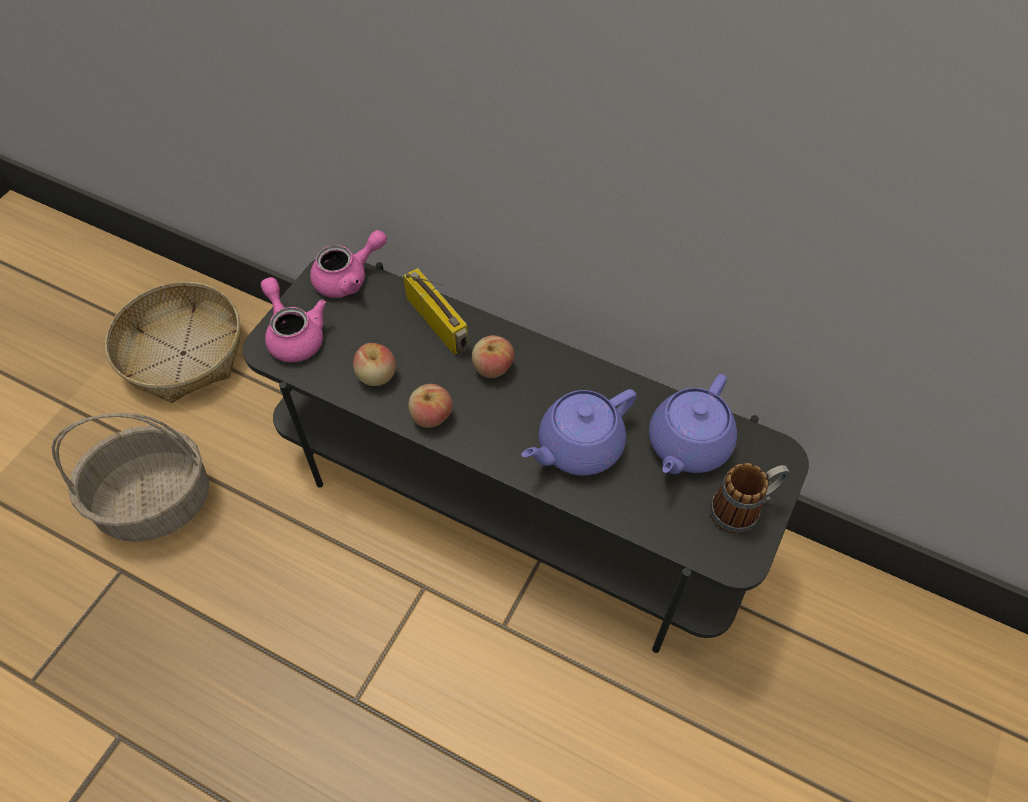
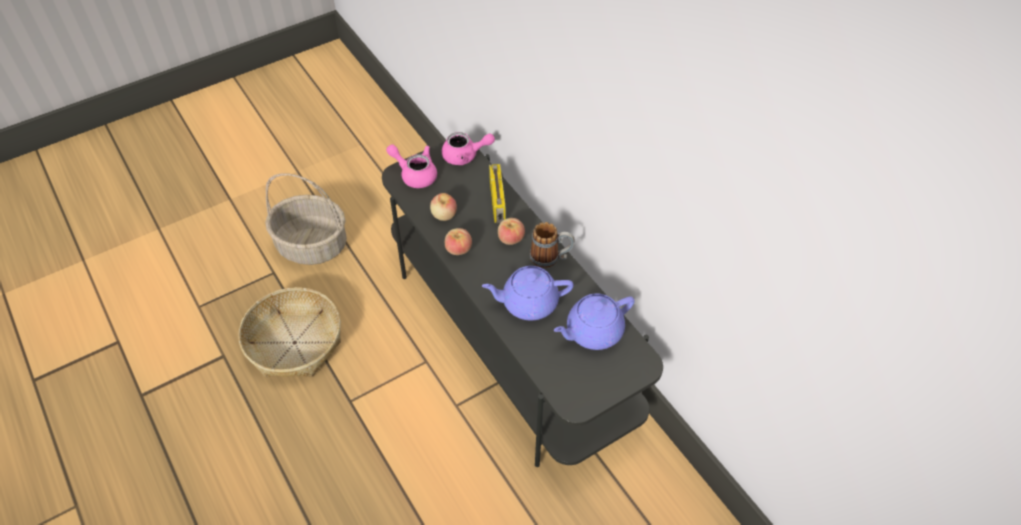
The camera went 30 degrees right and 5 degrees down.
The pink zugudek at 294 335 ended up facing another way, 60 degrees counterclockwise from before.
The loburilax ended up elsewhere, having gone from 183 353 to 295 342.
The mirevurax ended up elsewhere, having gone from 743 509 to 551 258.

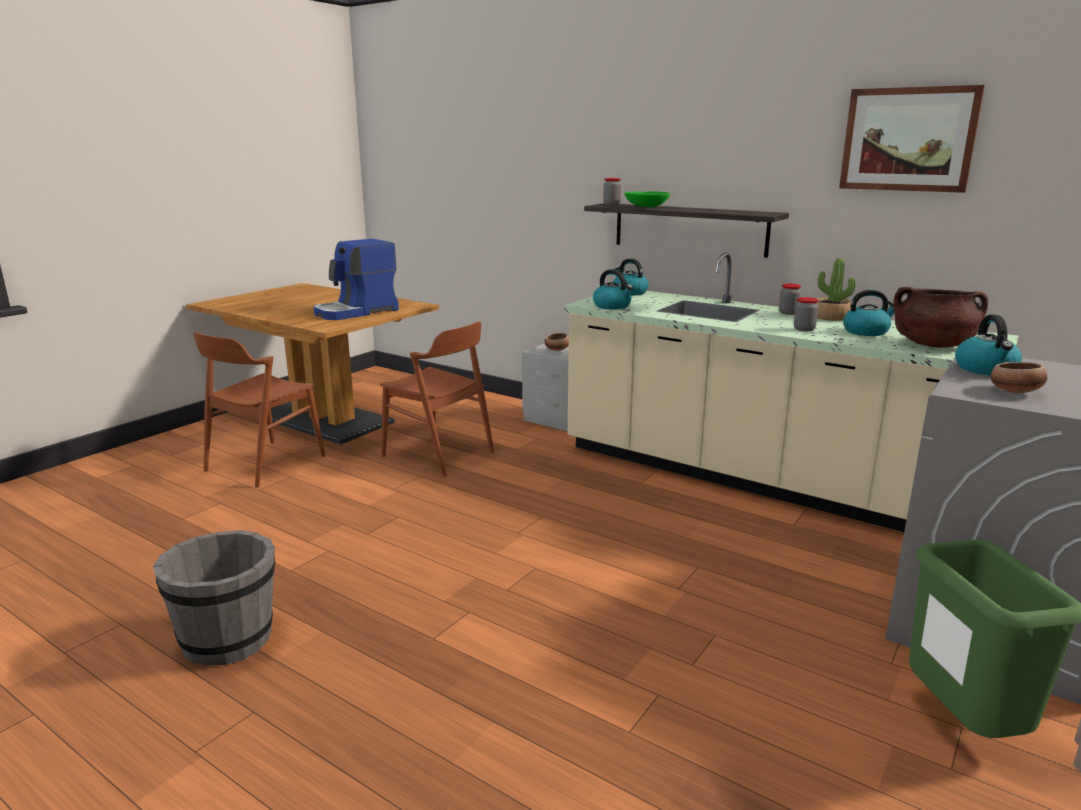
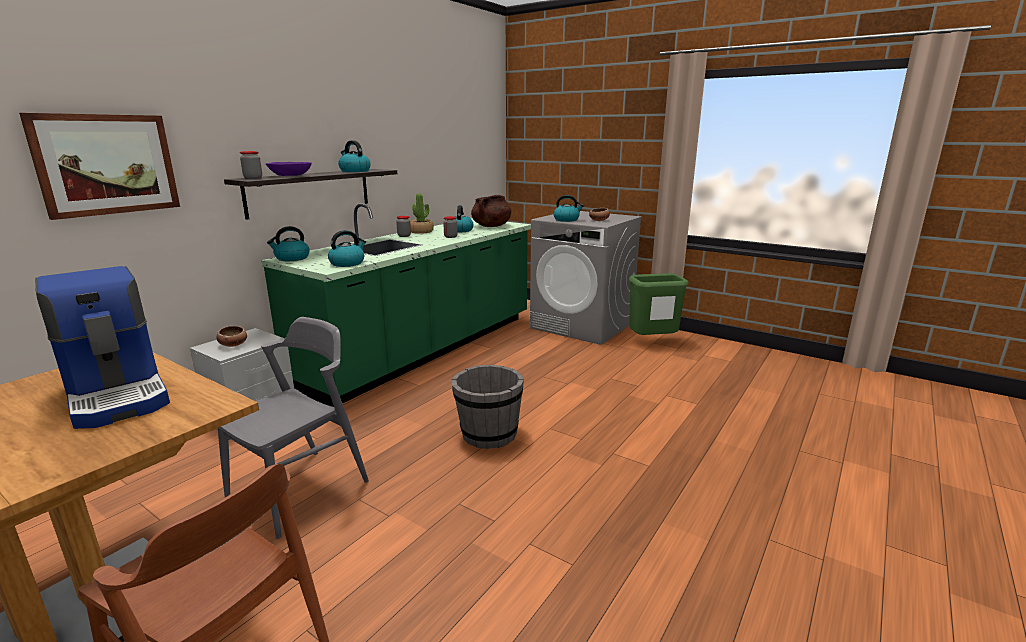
The camera went 90 degrees left and 0 degrees up.
The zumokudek ended up elsewhere, having gone from 908 139 to 107 164.
What was the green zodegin at 646 207 turned into the purple zodegin at 291 176.
What was the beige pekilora at 756 478 turned into the green pekilora at 425 350.
What was the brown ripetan at 438 454 turned into the grey ripetan at 299 490.
The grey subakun ended up elsewhere, having gone from 228 639 to 488 434.
The second view gained the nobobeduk at 354 171.

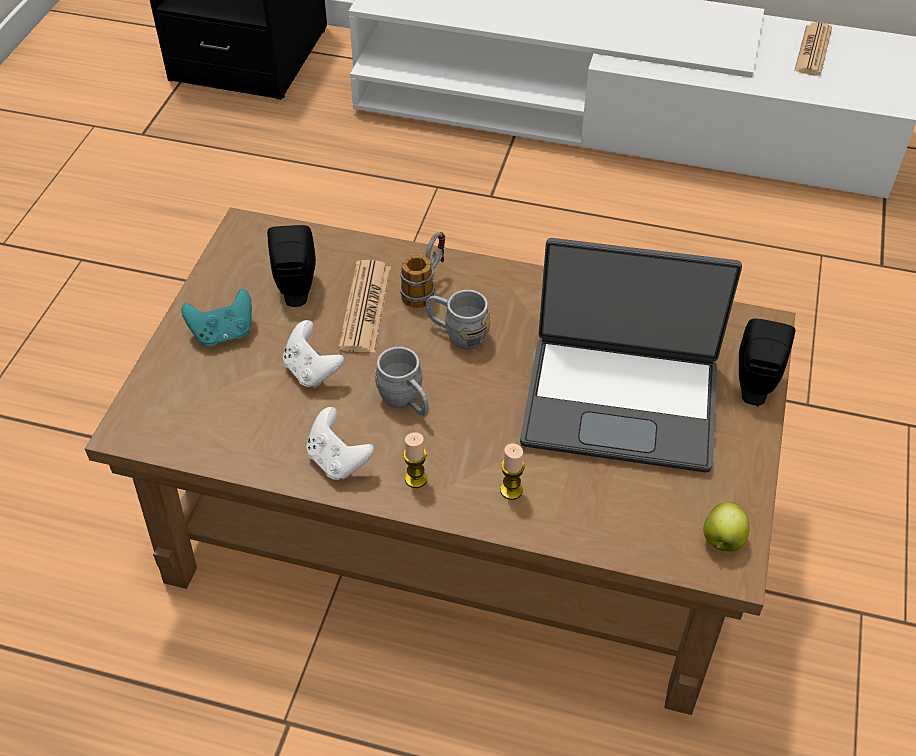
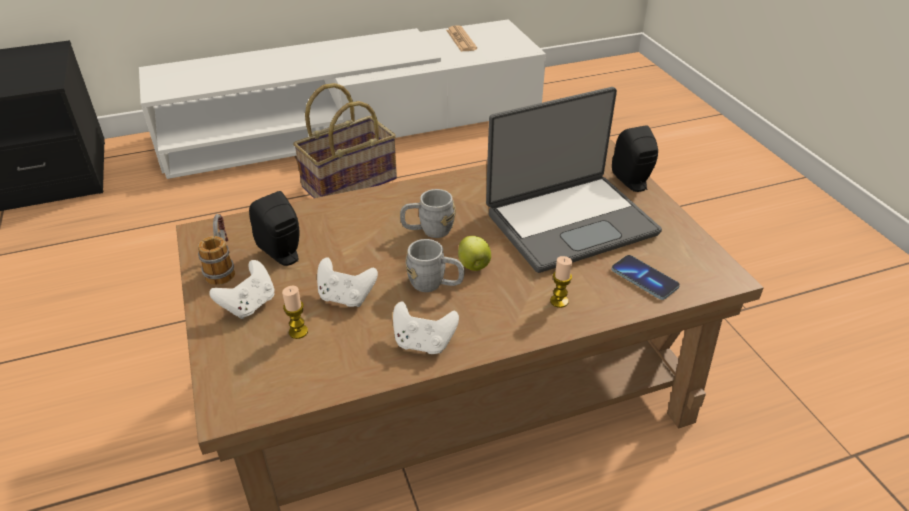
The camera went 35 degrees left and 10 degrees down.
The mirevurax ended up elsewhere, having gone from 426 287 to 223 266.
The second view lost the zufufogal at 365 307.
What was the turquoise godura at 223 333 turned into the white godura at 249 305.
The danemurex ended up elsewhere, having gone from 416 479 to 298 332.
The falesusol ended up elsewhere, having gone from 722 541 to 474 266.
The second view gained the loburilax at 349 182.
The second view gained the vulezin at 644 279.

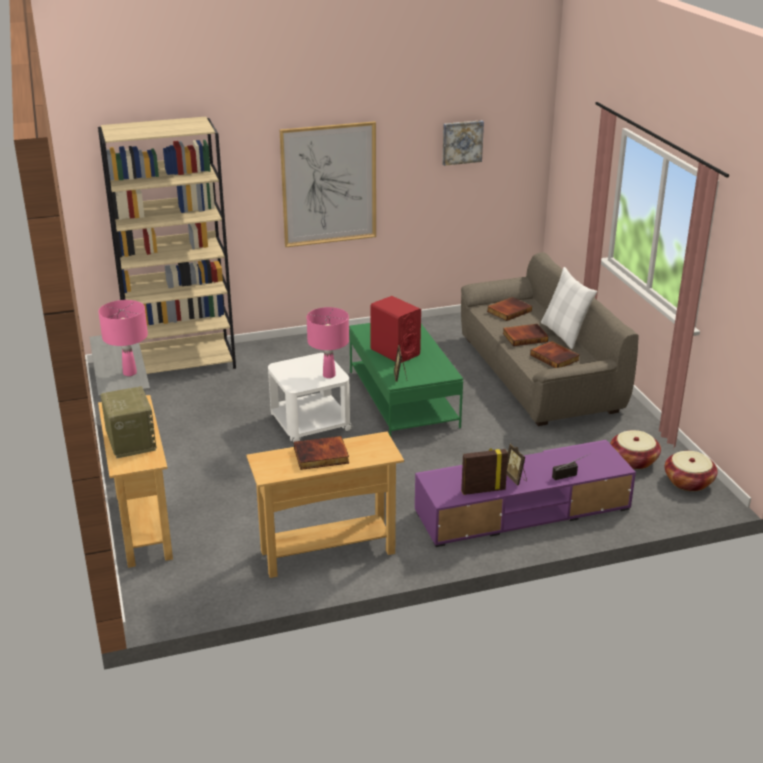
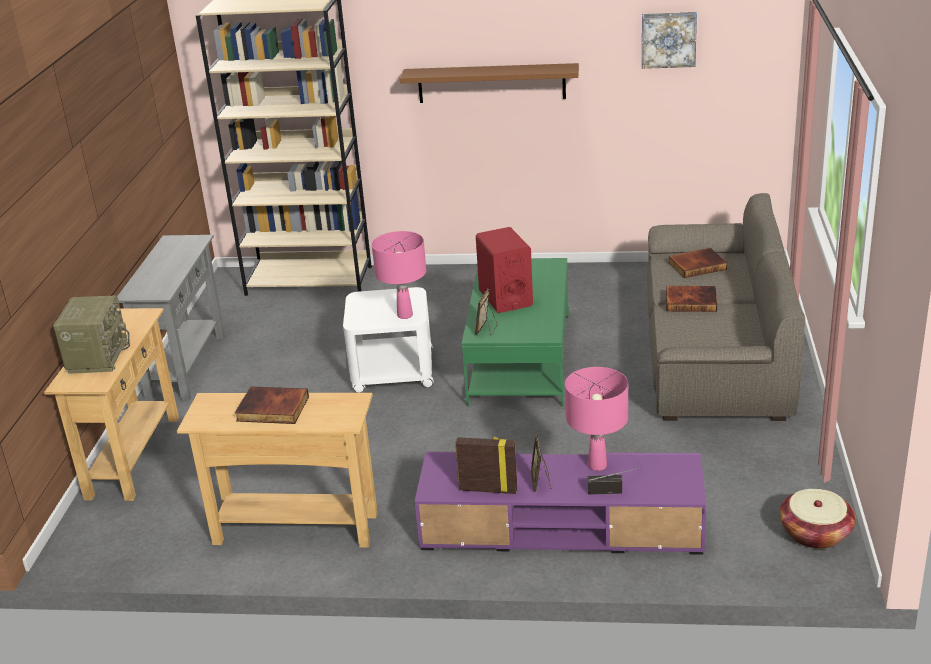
The camera went 25 degrees right and 0 degrees up.
Where the zumokudek hung at 329 184, the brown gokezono came to hang at 491 83.
The second view lost the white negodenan at 564 334.
The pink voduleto ended up elsewhere, having gone from 129 373 to 597 465.
The second view lost the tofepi at 555 357.
The second view lost the loburilax at 633 460.

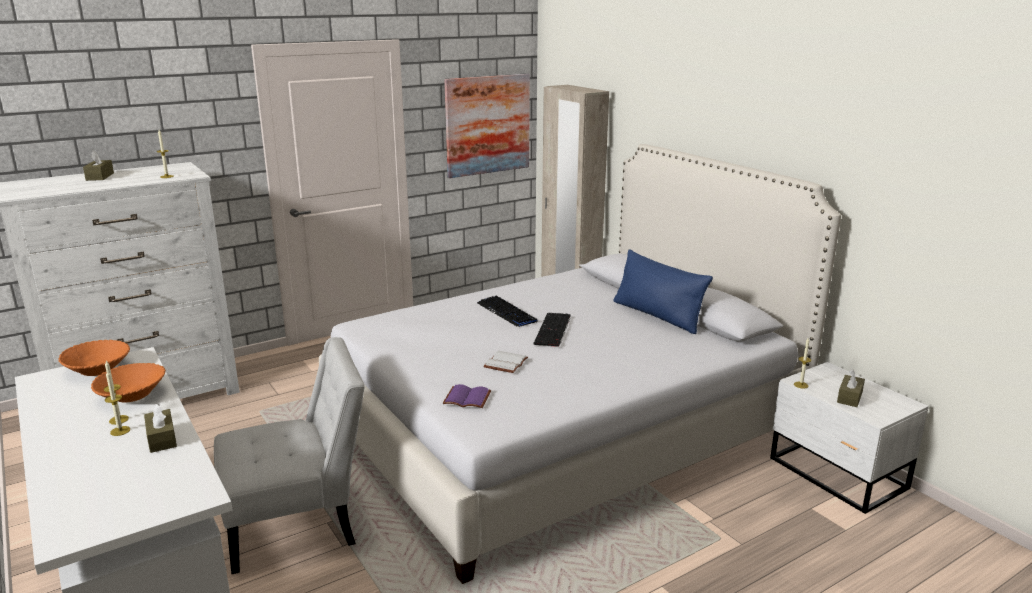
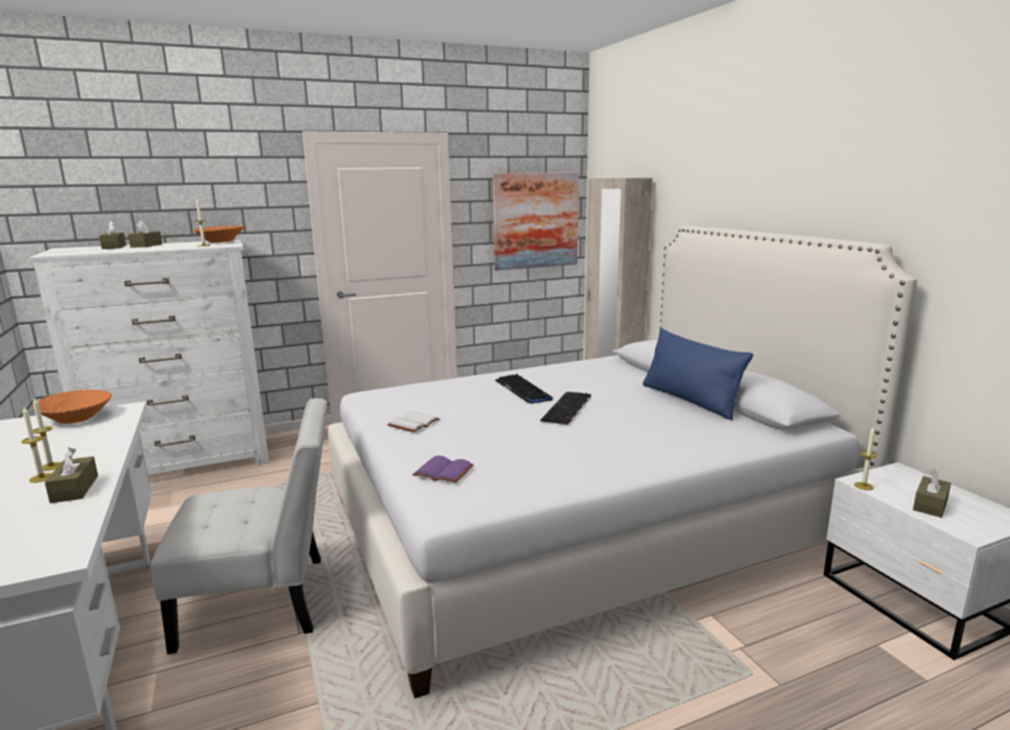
The camera went 10 degrees right and 5 degrees down.
The white tofepi ended up elsewhere, having gone from 505 363 to 413 423.
The orange zodegin ended up elsewhere, having gone from 132 395 to 220 242.
The second view gained the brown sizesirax at 114 247.

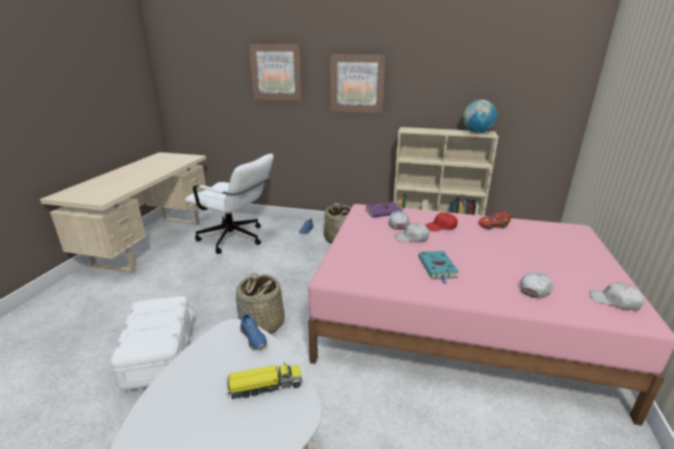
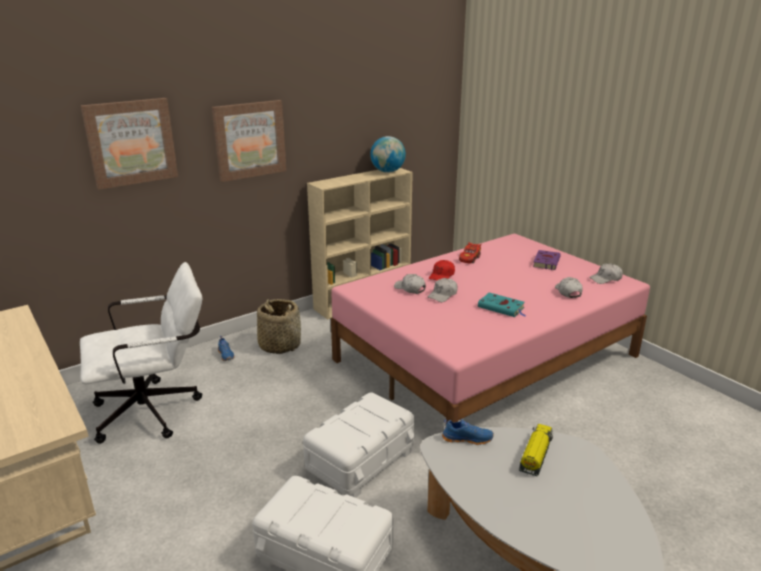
The camera went 50 degrees left and 0 degrees up.
The purple tofepi ended up elsewhere, having gone from 384 212 to 546 262.
Where the loburilax stood at 262 324, the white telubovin came to stand at 361 461.

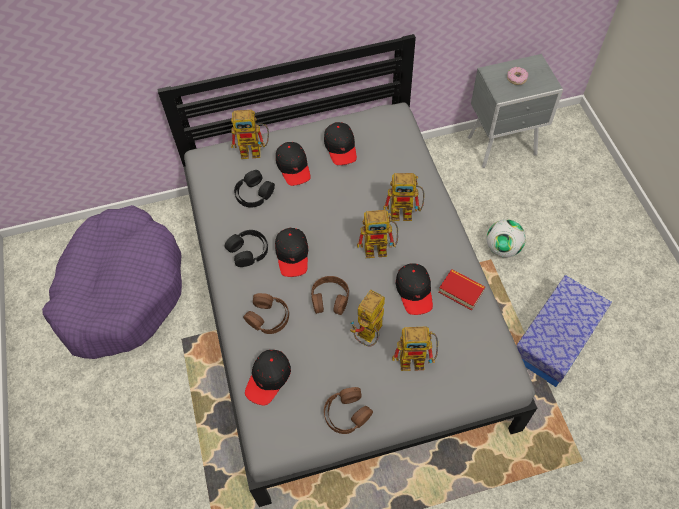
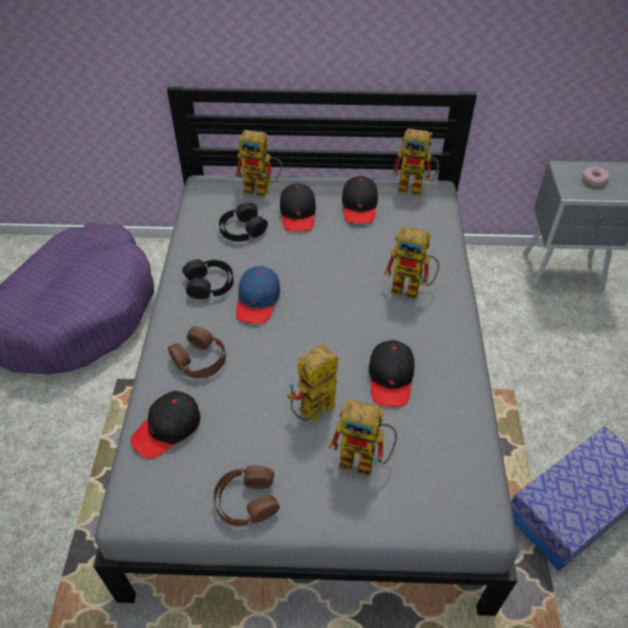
The camera went 15 degrees right and 10 degrees down.
The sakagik ended up elsewhere, having gone from 380 248 to 416 188.
The second view lost the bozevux at 502 248.
What was the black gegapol at 292 255 turned into the blue gegapol at 258 300.
The second view lost the tofepi at 461 291.
The second view lost the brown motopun at 330 298.

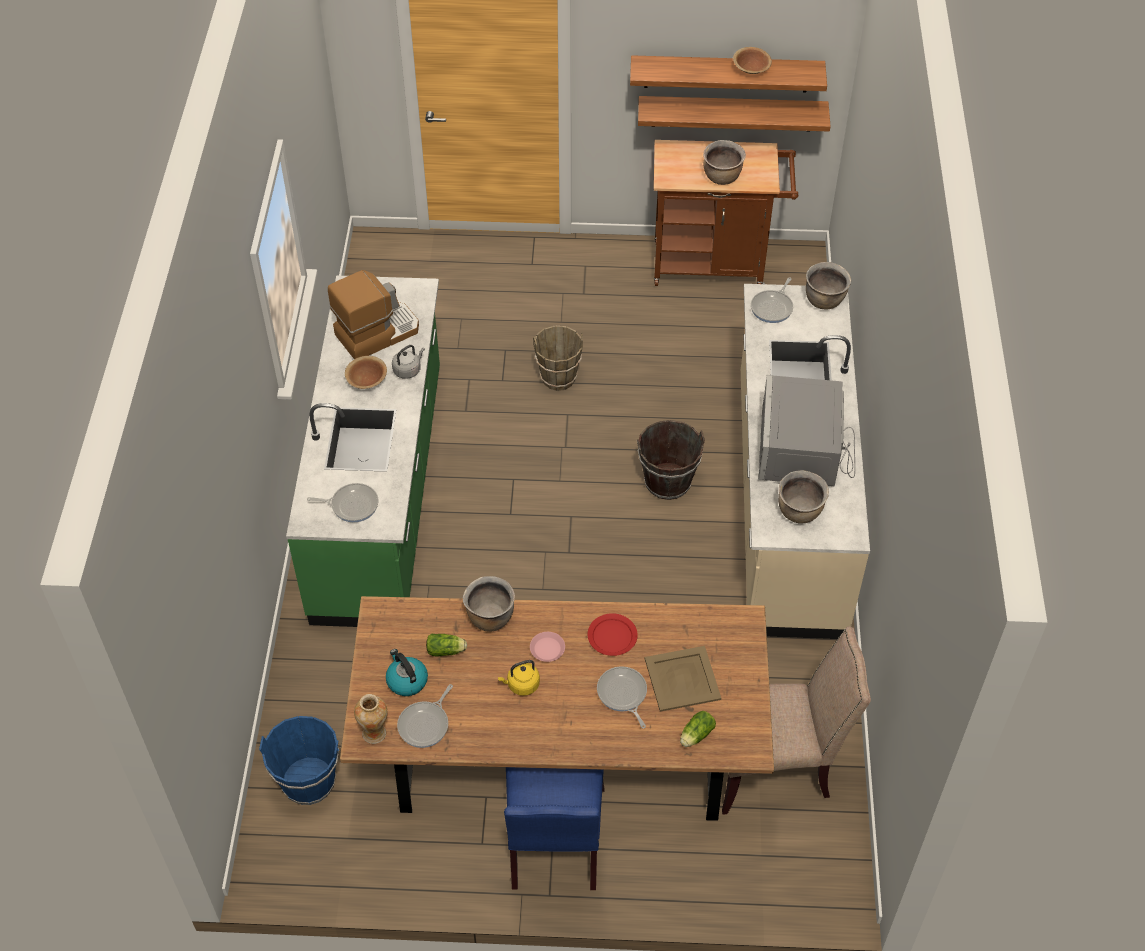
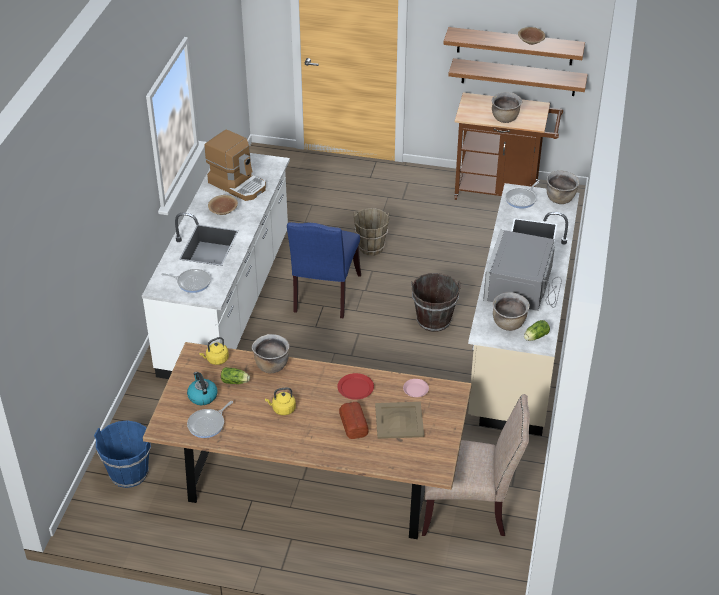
The camera went 10 degrees right and 10 degrees down.
The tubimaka at 377 332 ended up facing another way, 60 degrees clockwise from before.
What was the green pekilora at 381 493 turned into the white pekilora at 228 303.
The second view lost the grey nobobeduk at 408 370.
The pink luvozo ended up elsewhere, having gone from 547 649 to 416 390.
Where the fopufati stood at 622 694, the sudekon came to stand at 353 424.
The second view lost the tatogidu at 375 733.
The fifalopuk ended up elsewhere, having gone from 695 735 to 535 337.
The blue ripetan ended up elsewhere, having gone from 554 843 to 324 295.
The second view gained the yellow nobobeduk at 216 360.

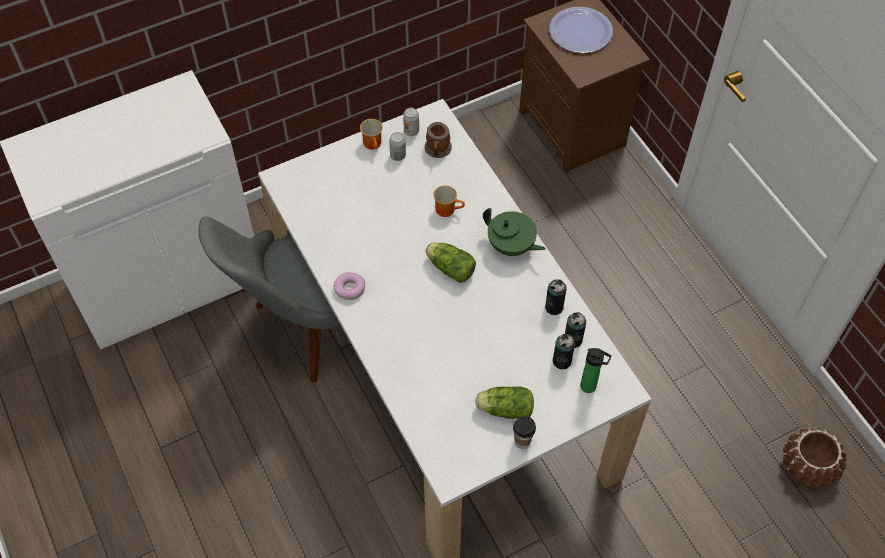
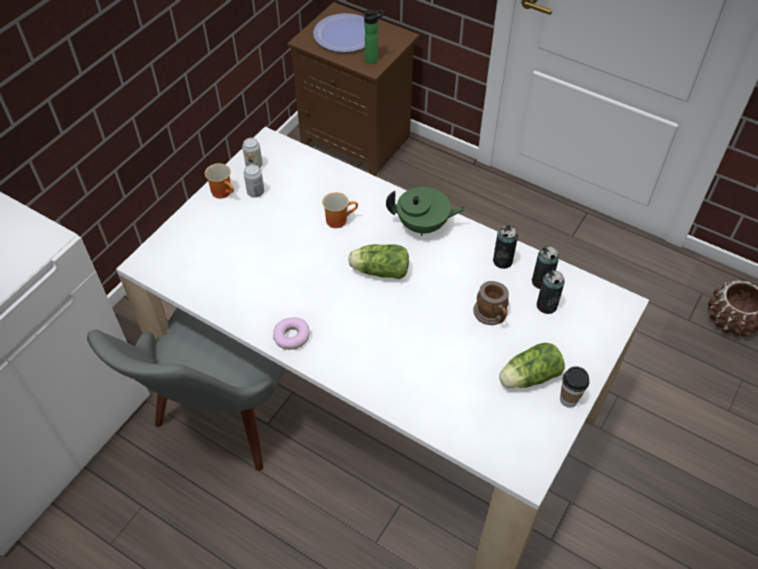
The camera went 30 degrees left and 5 degrees down.
The mirevurax ended up elsewhere, having gone from 437 150 to 492 315.
The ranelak ended up elsewhere, having gone from 590 387 to 373 59.

